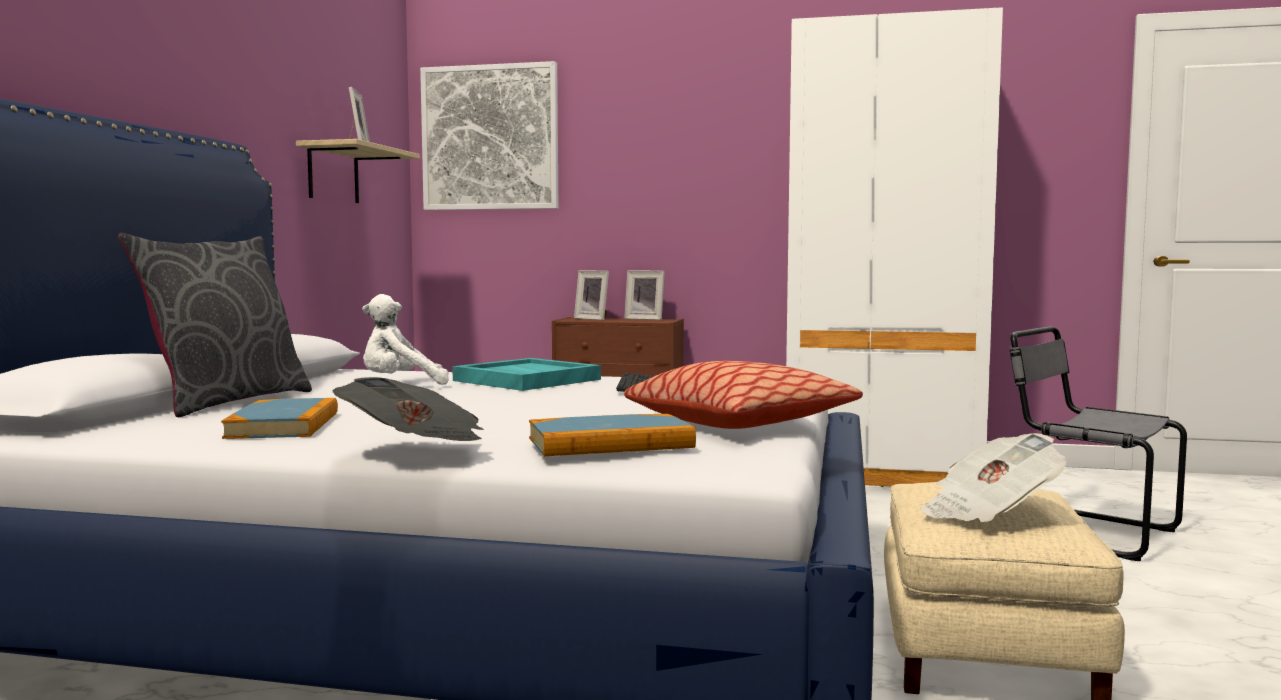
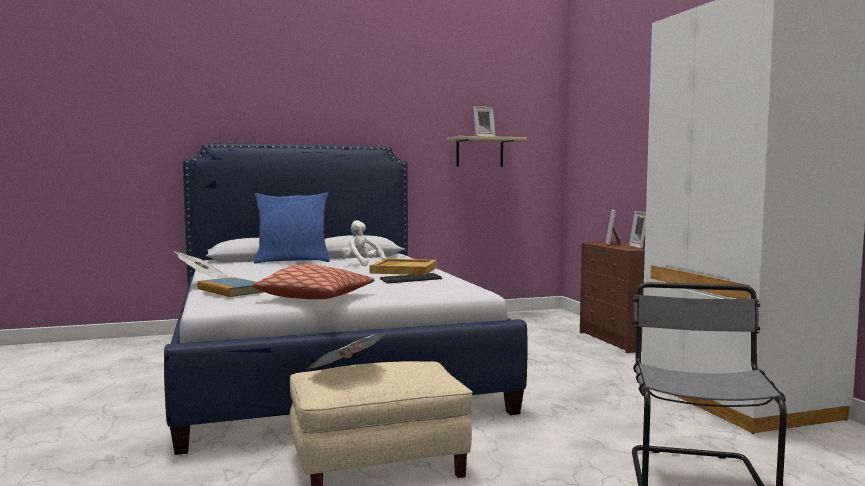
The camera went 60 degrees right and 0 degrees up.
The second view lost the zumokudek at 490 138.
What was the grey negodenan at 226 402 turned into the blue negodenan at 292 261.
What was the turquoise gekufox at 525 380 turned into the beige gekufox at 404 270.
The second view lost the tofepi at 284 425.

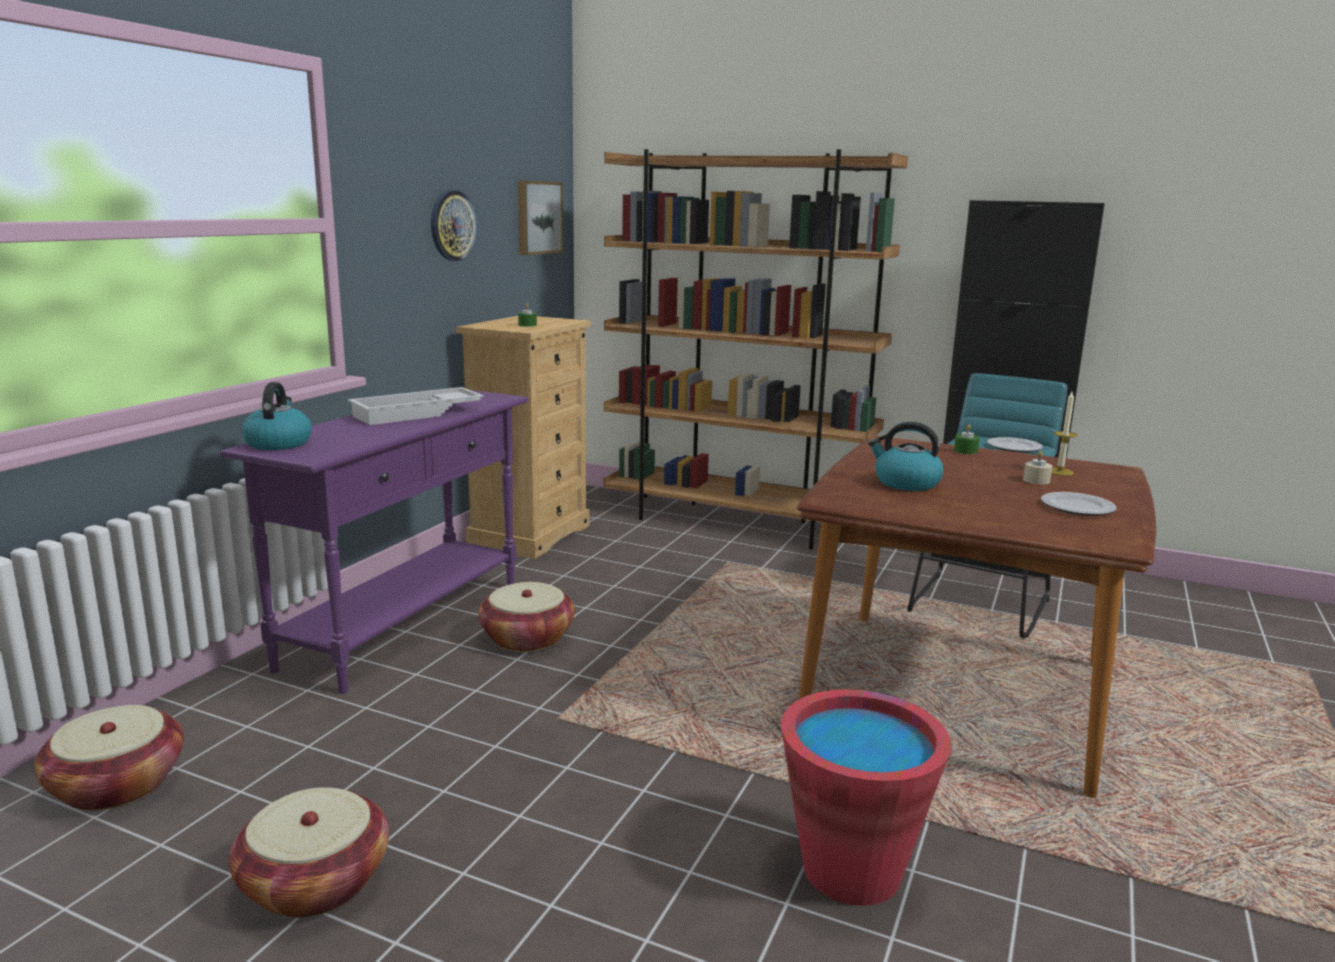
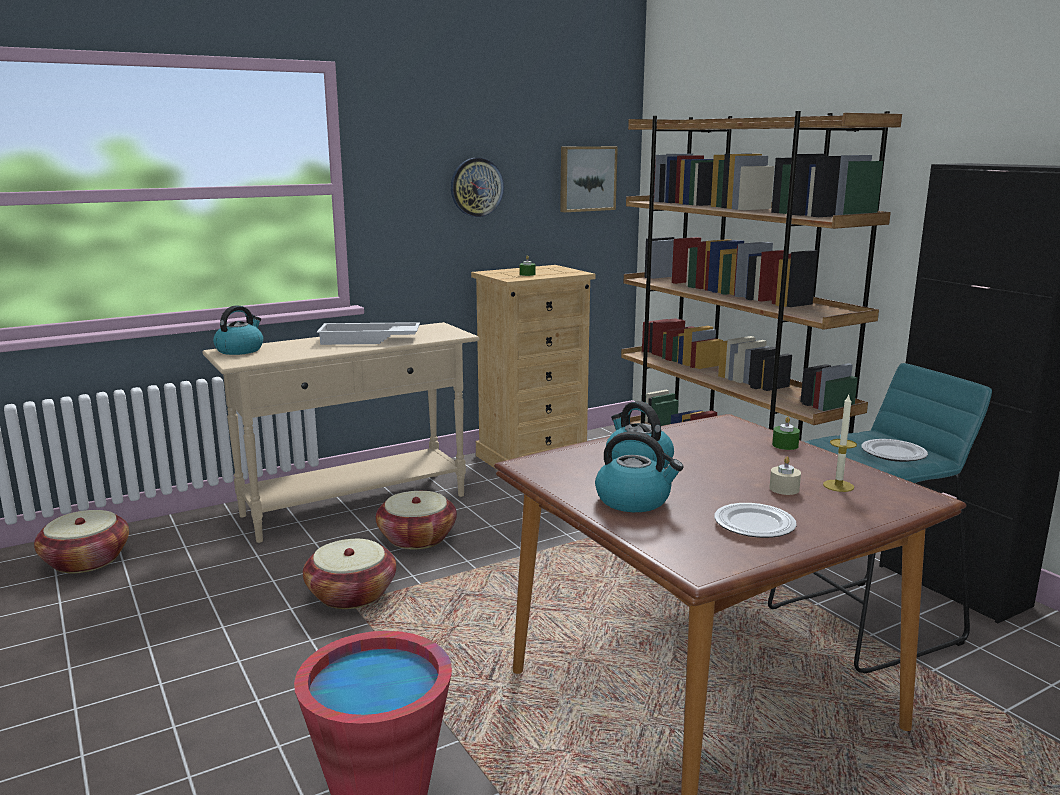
The camera went 35 degrees right and 0 degrees up.
What was the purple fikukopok at 406 625 turned into the beige fikukopok at 356 506.
The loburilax ended up elsewhere, having gone from 315 883 to 351 594.
The second view gained the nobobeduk at 634 500.

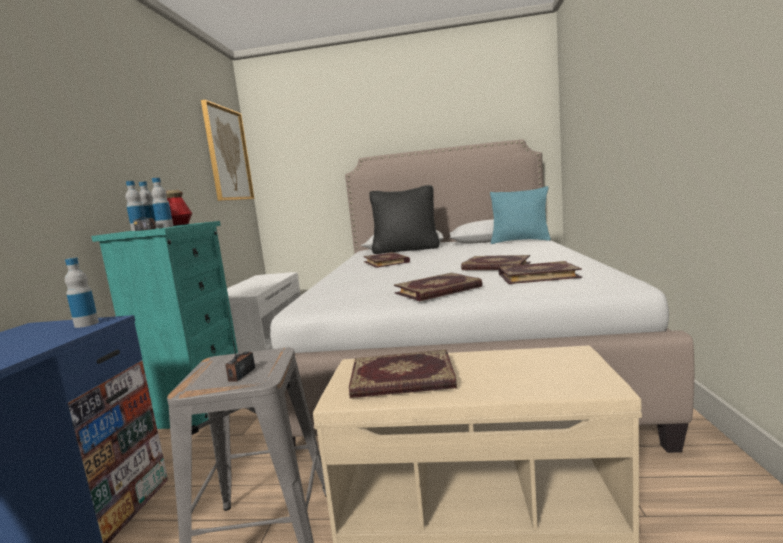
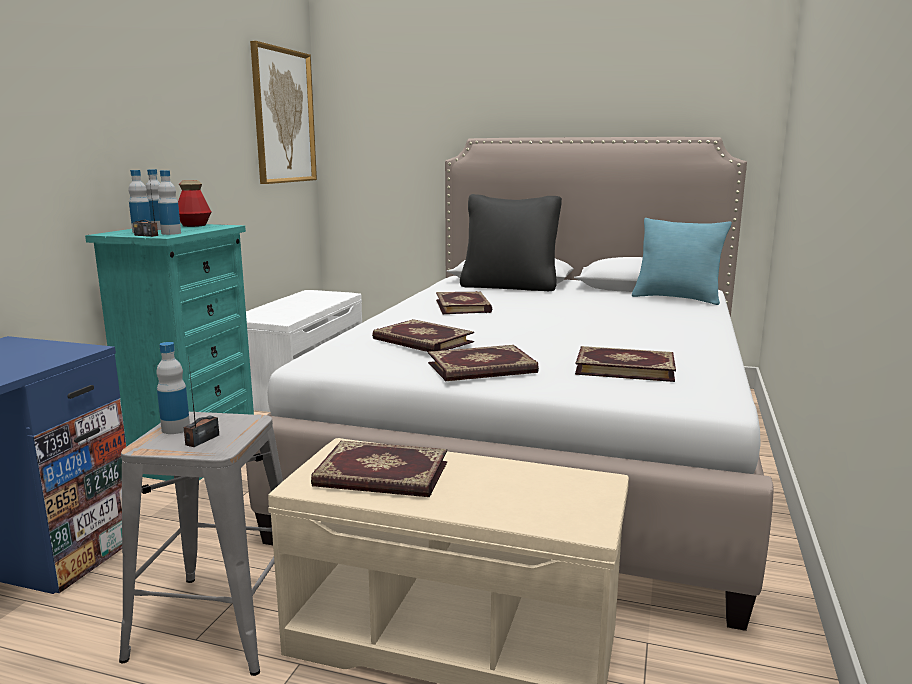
The camera went 10 degrees right and 5 degrees up.
The tofepi ended up elsewhere, having gone from 496 266 to 422 341.
The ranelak ended up elsewhere, having gone from 86 324 to 176 429.

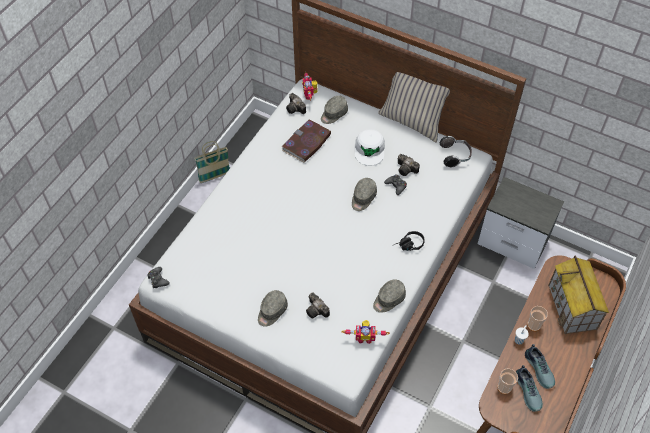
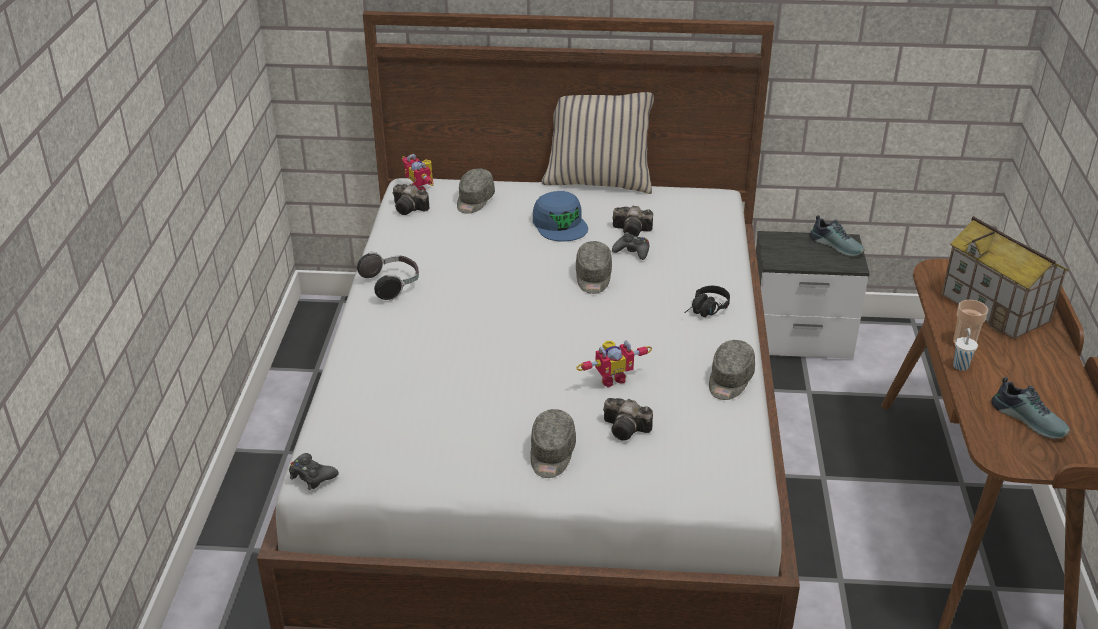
The camera went 25 degrees left and 20 degrees down.
The second view lost the tofepi at 306 143.
What was the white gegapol at 369 150 turned into the blue gegapol at 560 224.
The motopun ended up elsewhere, having gone from 455 156 to 392 285.
The second view lost the loburilax at 215 176.
The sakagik ended up elsewhere, having gone from 365 337 to 611 378.
The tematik ended up elsewhere, having gone from 540 369 to 837 245.
The second view lost the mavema at 504 387.

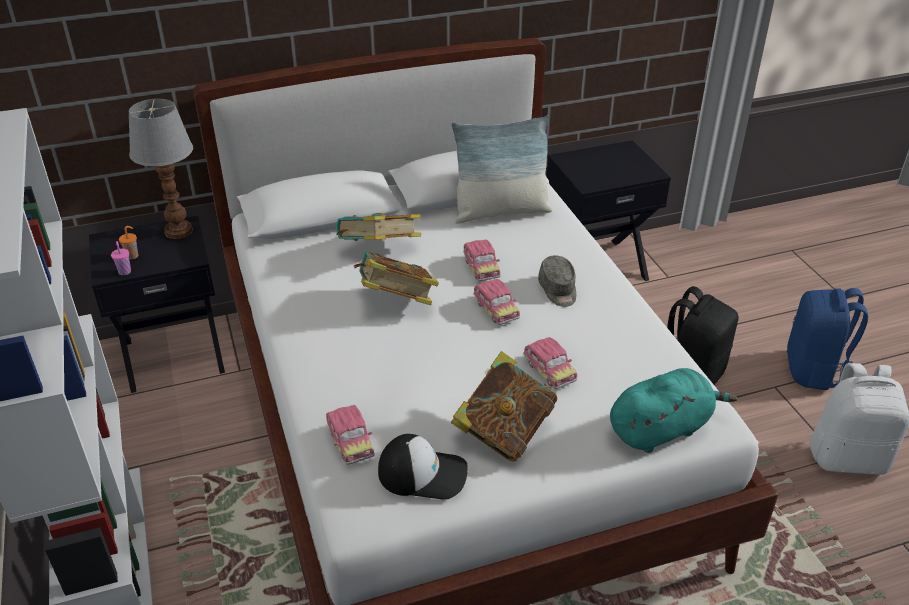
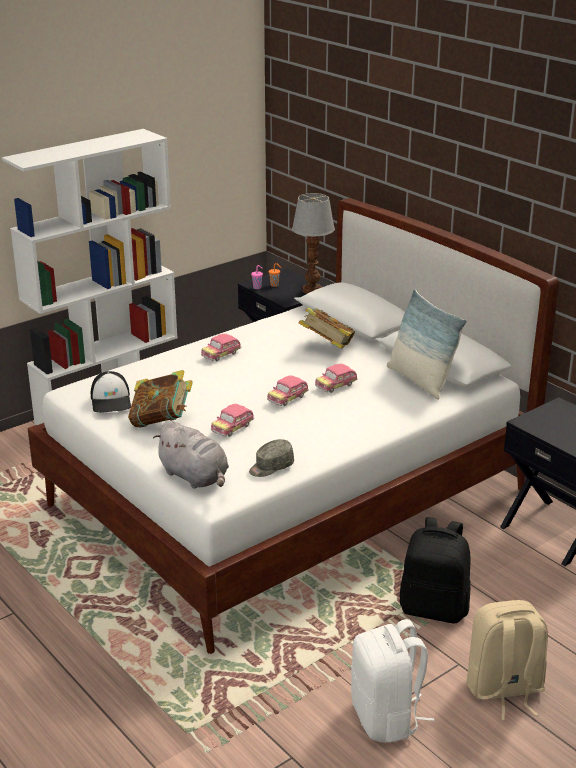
The camera went 70 degrees right and 10 degrees down.
The second view lost the tofepi at 396 301.
The grey gegapol ended up elsewhere, having gone from 558 290 to 271 467.
What was the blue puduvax at 814 371 turned into the beige puduvax at 504 690.
What was the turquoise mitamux at 661 429 turned into the grey mitamux at 195 477.
The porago ended up elsewhere, having gone from 350 442 to 221 354.

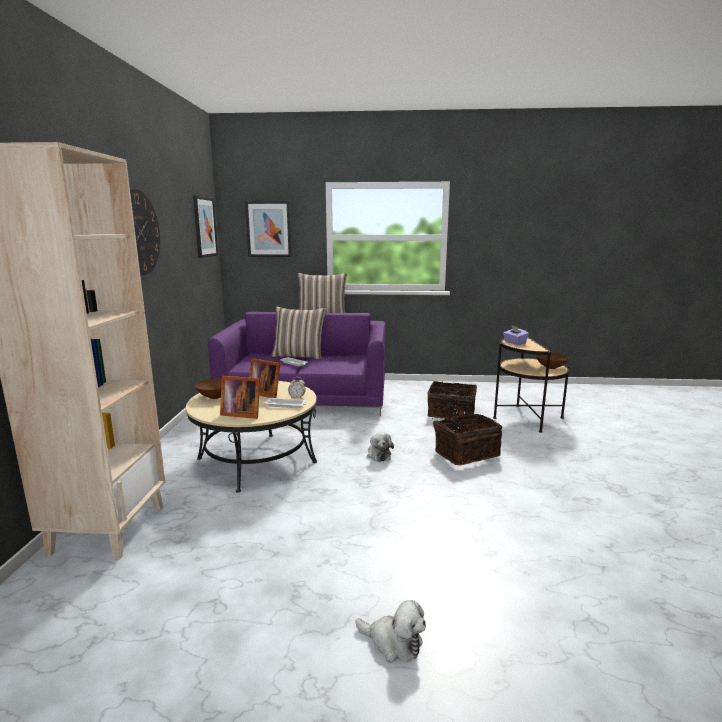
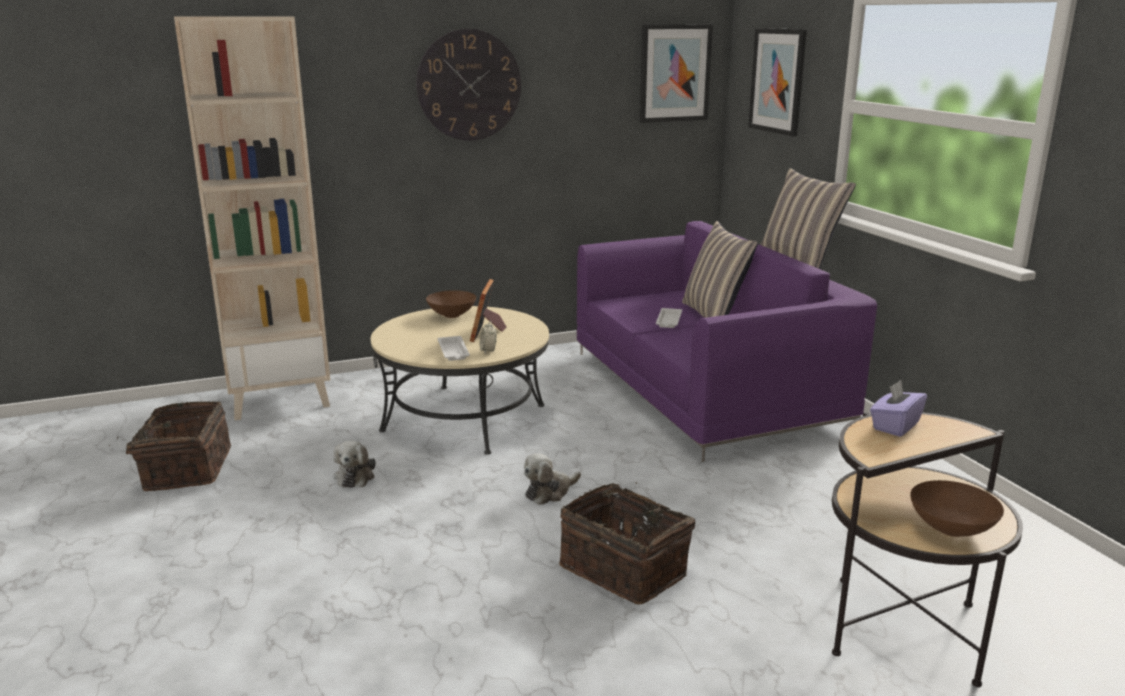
The camera went 65 degrees right and 5 degrees up.
The second view lost the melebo at 241 413.
The loburilax ended up elsewhere, having gone from 451 414 to 185 470.
The mitamux ended up elsewhere, having gone from 393 642 to 355 476.

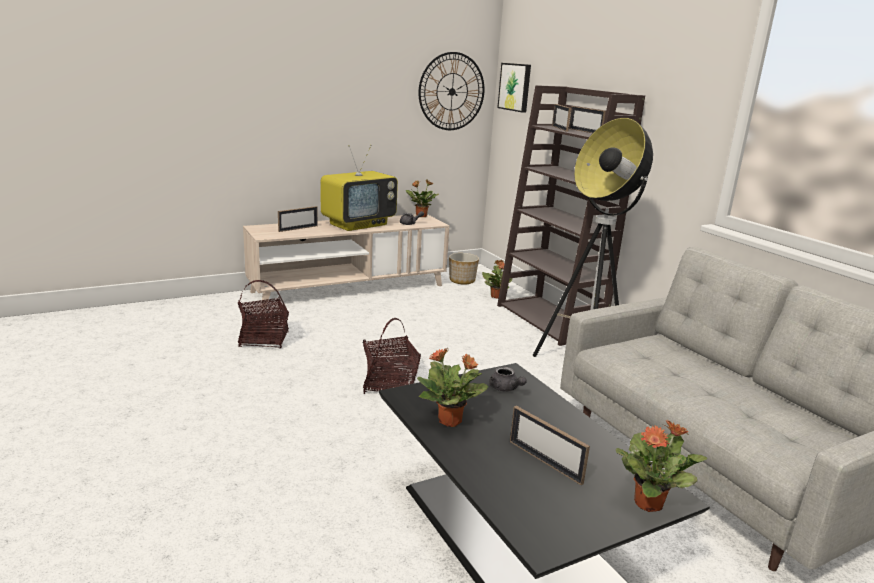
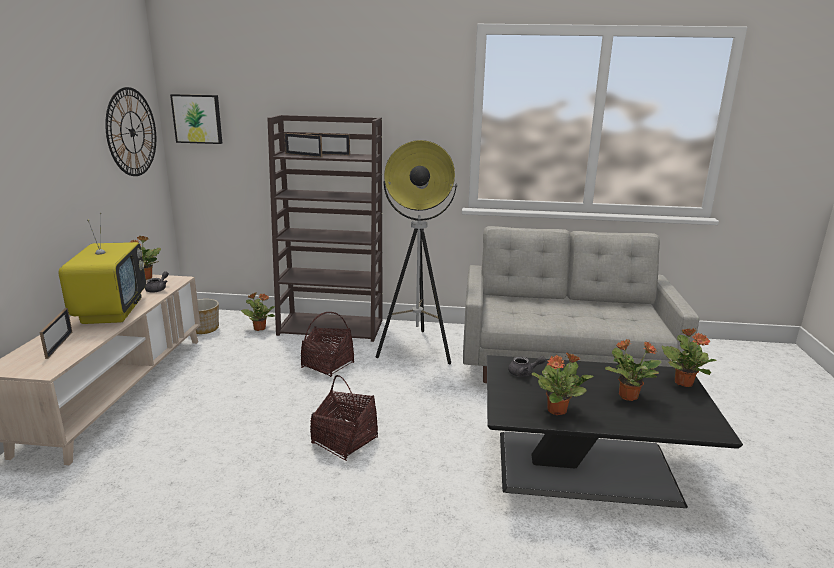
The camera went 55 degrees left and 0 degrees up.
The loburilax ended up elsewhere, having gone from 264 340 to 328 365.
Where the melebo stood at 544 461, the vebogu came to stand at 627 396.

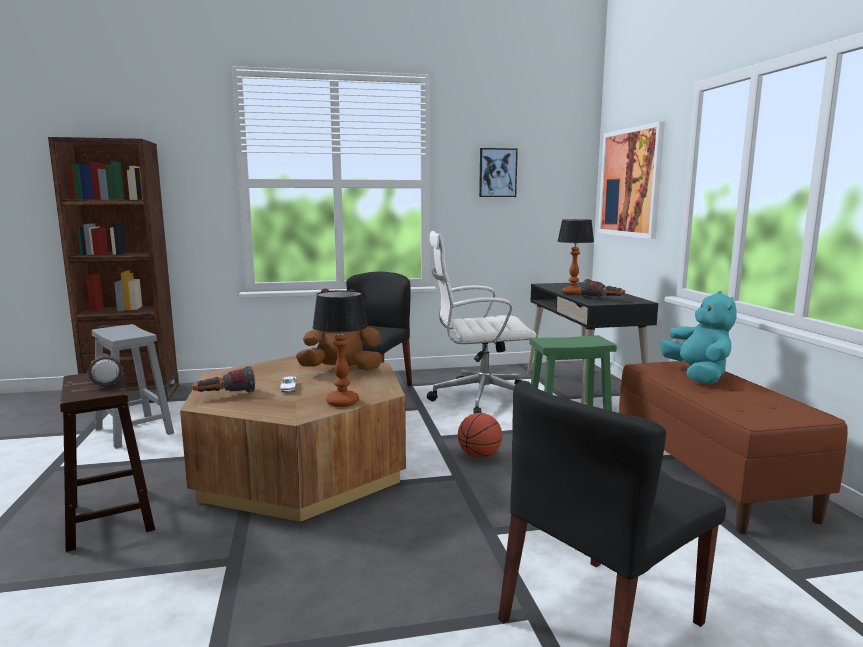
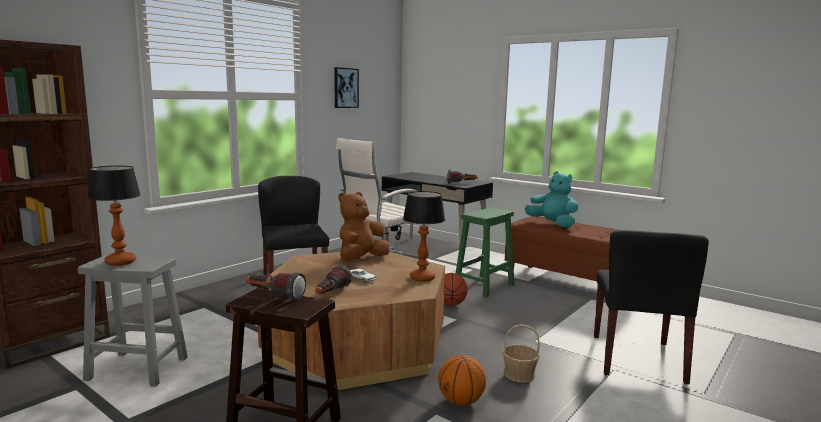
The camera went 40 degrees left and 0 degrees up.
The second view lost the zumokudek at 630 182.
The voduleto ended up elsewhere, having gone from 573 293 to 120 262.
The second view gained the loburilax at 519 374.
The second view gained the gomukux at 461 401.

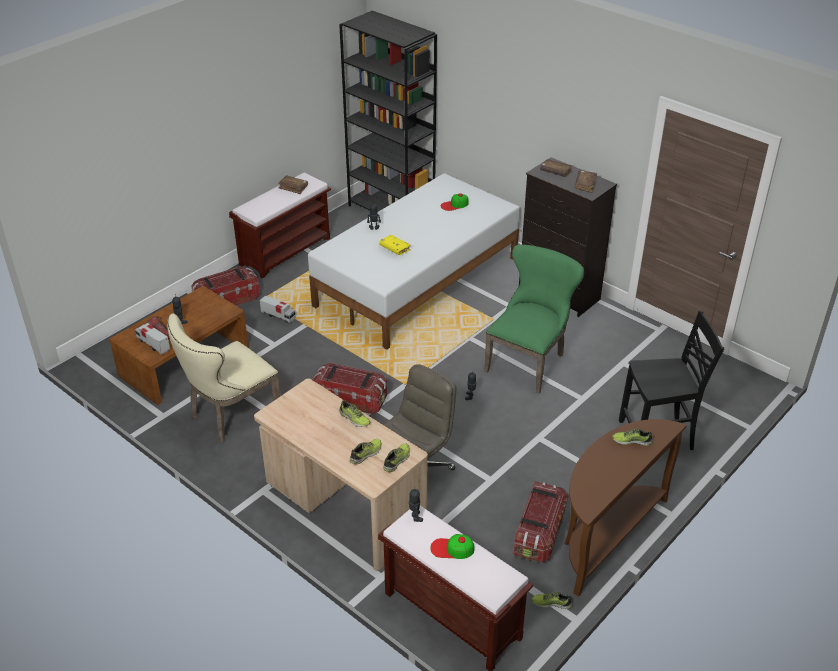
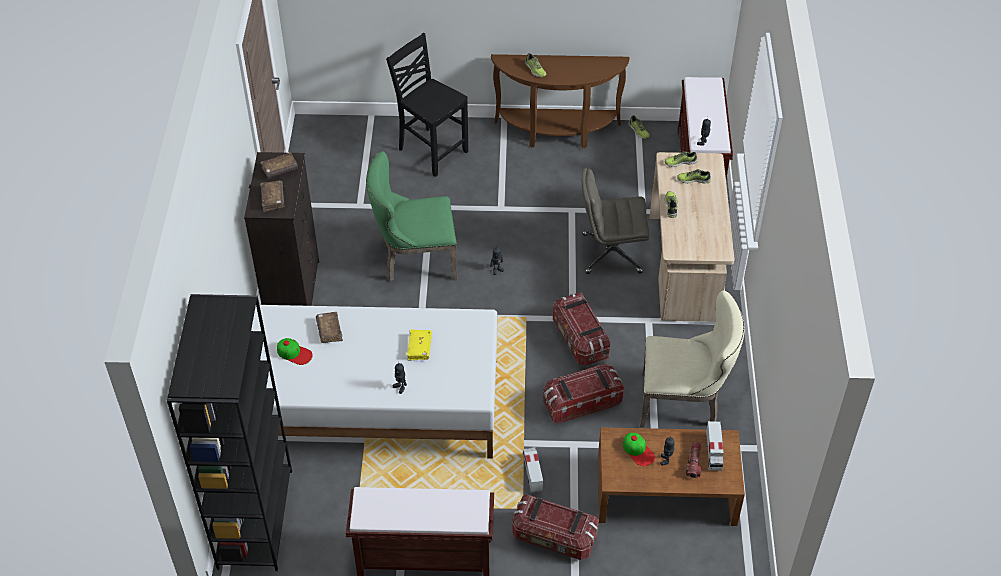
The camera went 130 degrees left and 10 degrees up.
The brown tofepi ended up elsewhere, having gone from 293 187 to 329 330.
The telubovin ended up elsewhere, having gone from 539 533 to 581 403.
The gegapol ended up elsewhere, having gone from 452 549 to 638 451.

